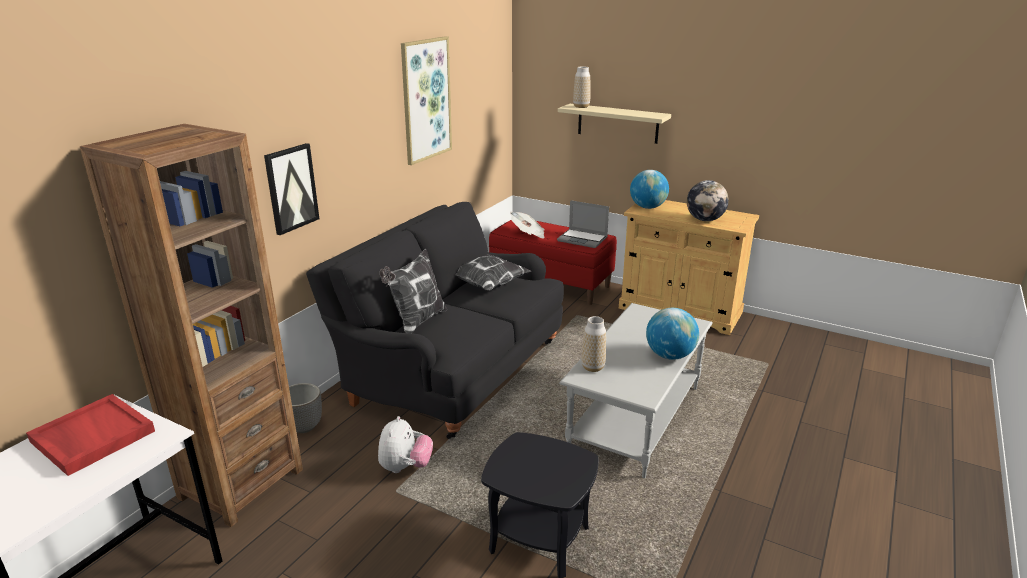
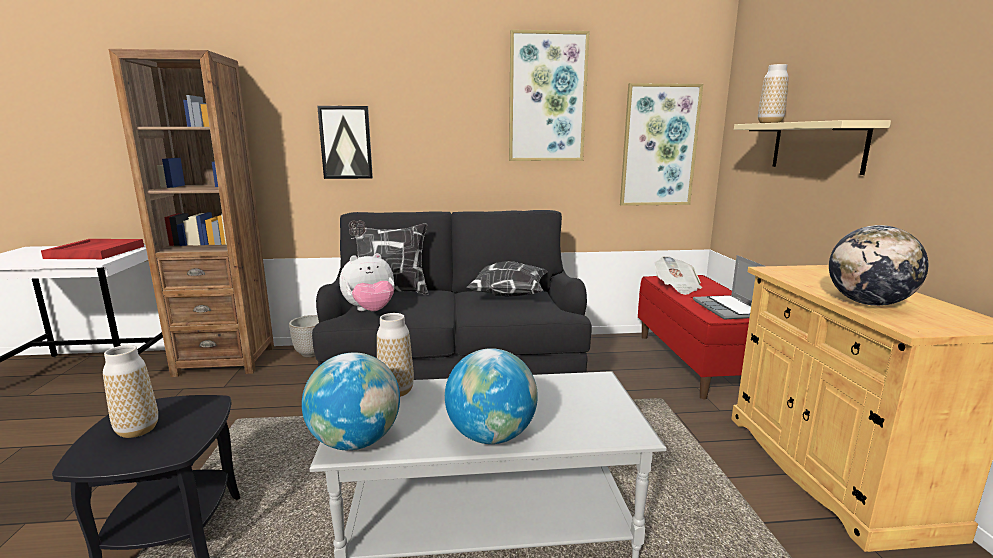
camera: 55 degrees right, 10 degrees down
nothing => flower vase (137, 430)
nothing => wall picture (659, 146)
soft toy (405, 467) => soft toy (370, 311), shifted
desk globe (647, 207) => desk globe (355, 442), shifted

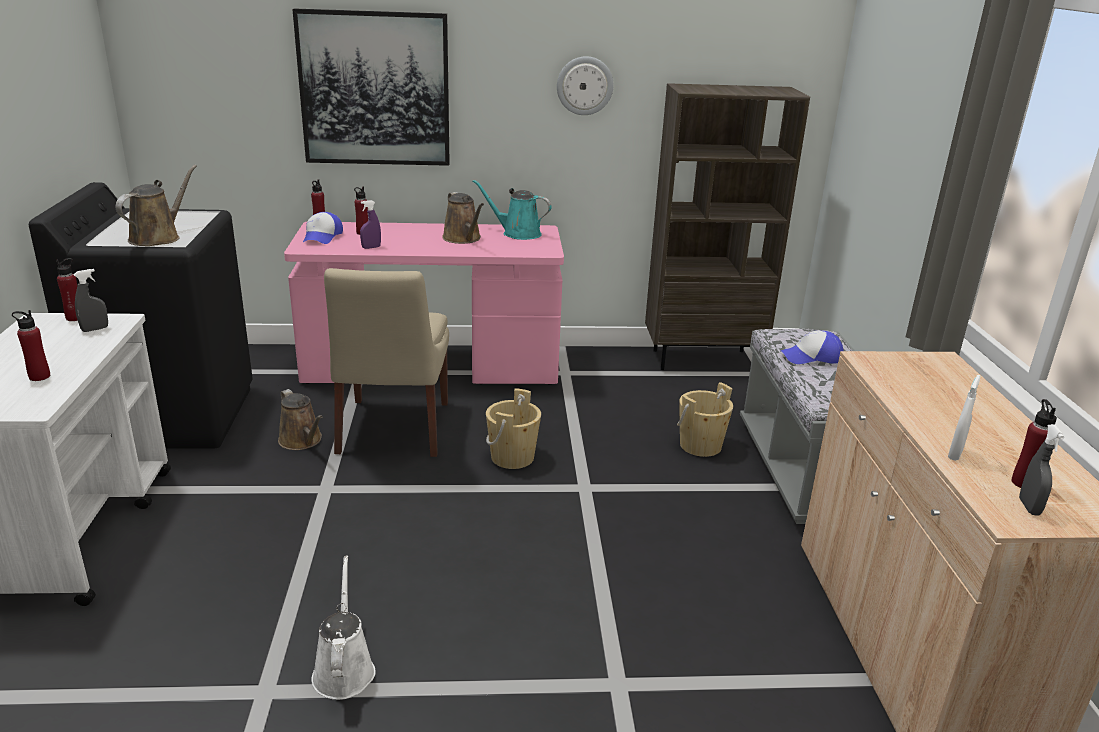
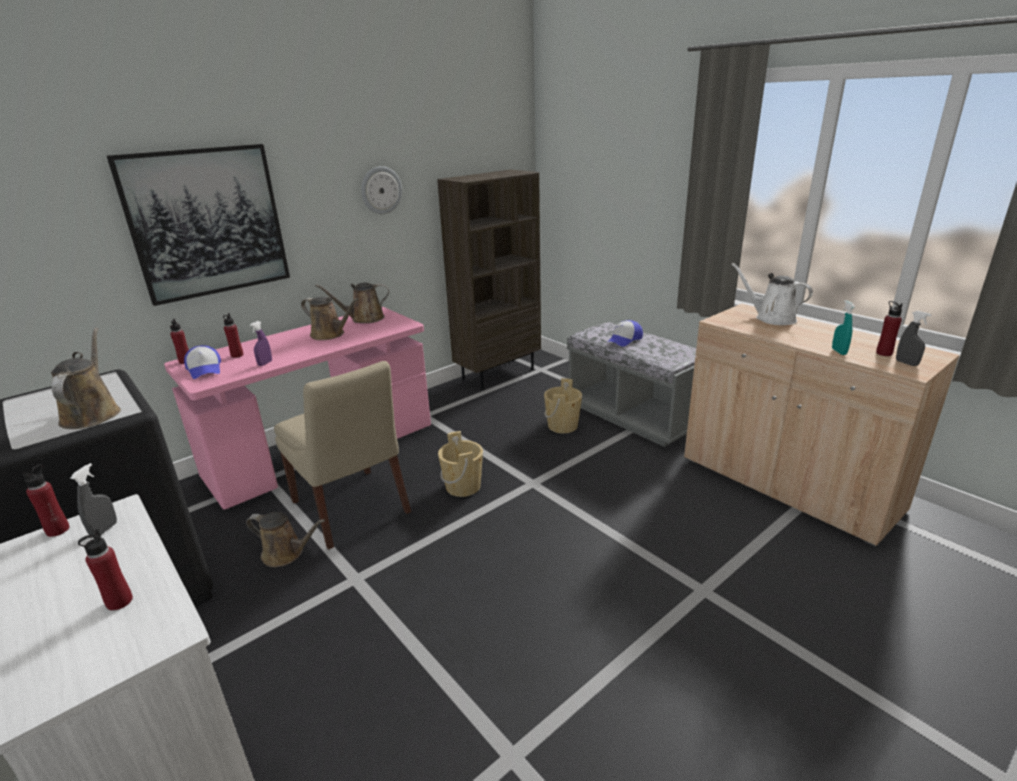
camera: 35 degrees left, 0 degrees up
watering pot in white (344, 669) => watering pot in white (771, 318), shifted
watering pot in turquoise (518, 233) => watering pot in brownish (364, 319)
spray bottle in white (955, 454) => spray bottle in turquoise (839, 351)

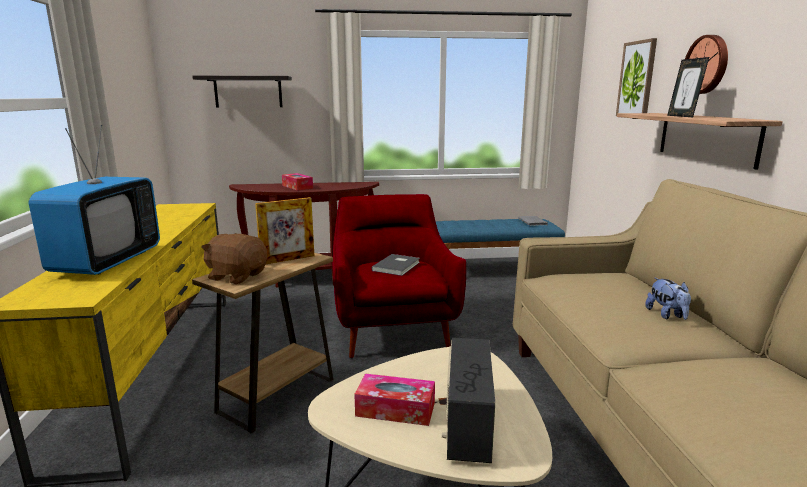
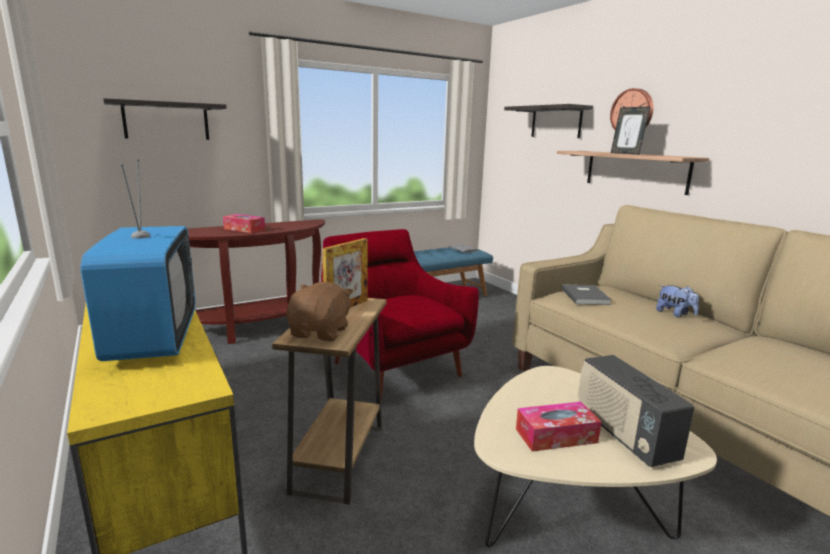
camera: 25 degrees left, 0 degrees up
bound book in grey (398, 266) => bound book in grey (586, 296), shifted
wall picture (637, 79) => bracket shelf (556, 122)
soft toy in brownish (237, 276) => soft toy in brownish (321, 332), 105 degrees clockwise

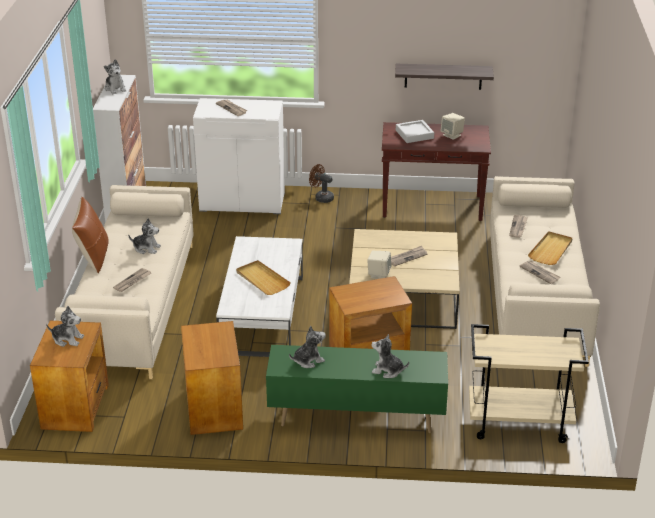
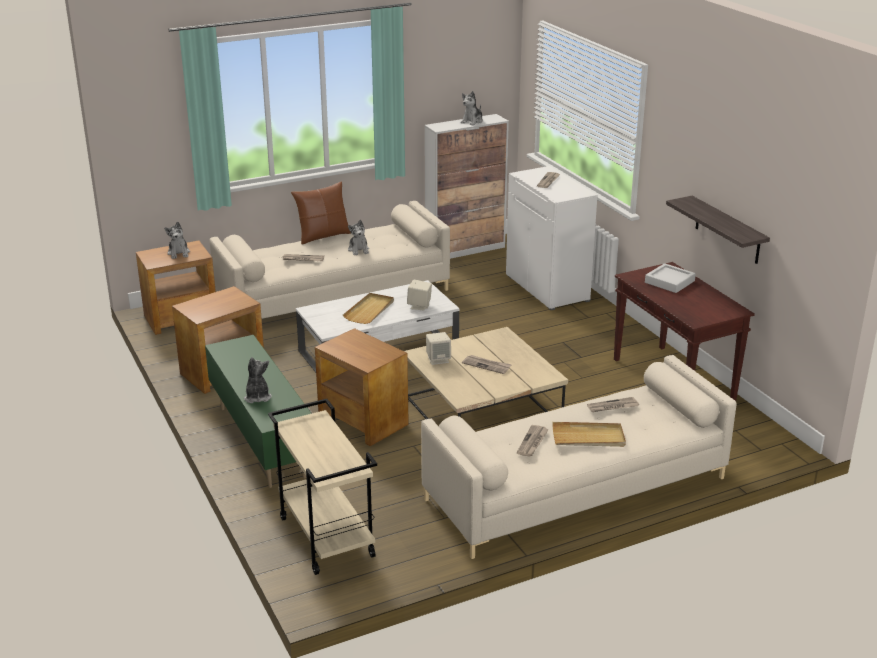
camera: 60 degrees right, 5 degrees down
soft toy (308, 360) => nothing
cooling fan in brownish (321, 197) => nothing
speaker in beige (452, 135) => speaker in beige (419, 306), shifted

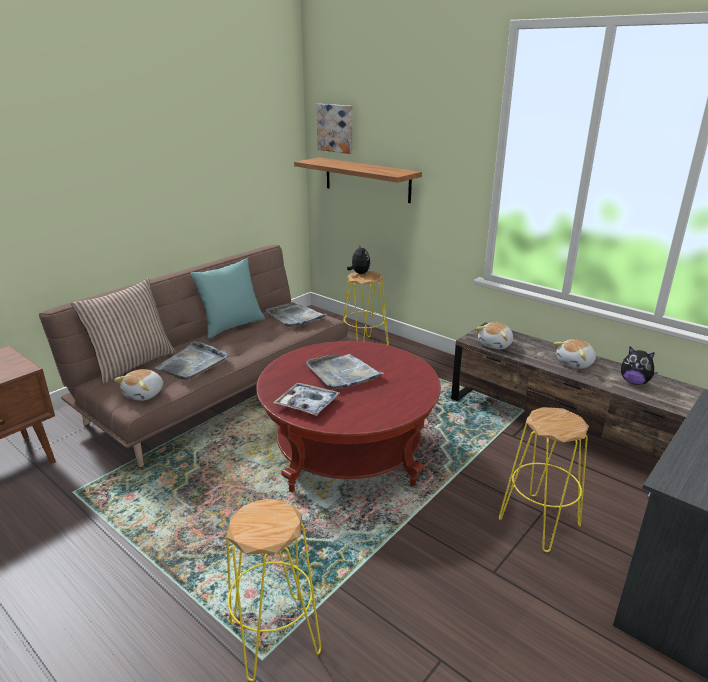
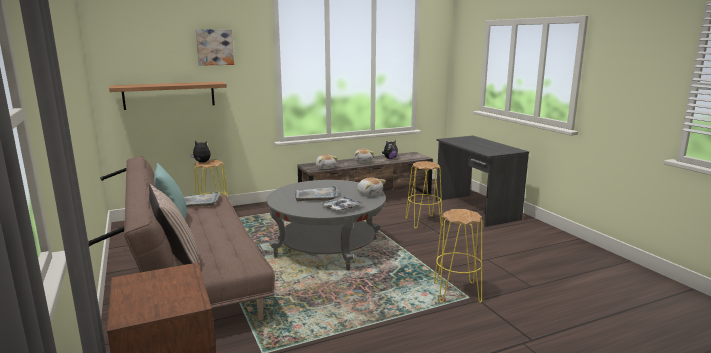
camera: 65 degrees left, 10 degrees down
serving tray in grey (192, 363) => nothing
soft toy (145, 394) => soft toy (369, 193), shifted
wall picture (336, 128) => wall picture (214, 47), shifted
coffee table in red-coloured (349, 451) => coffee table in grey (327, 247)

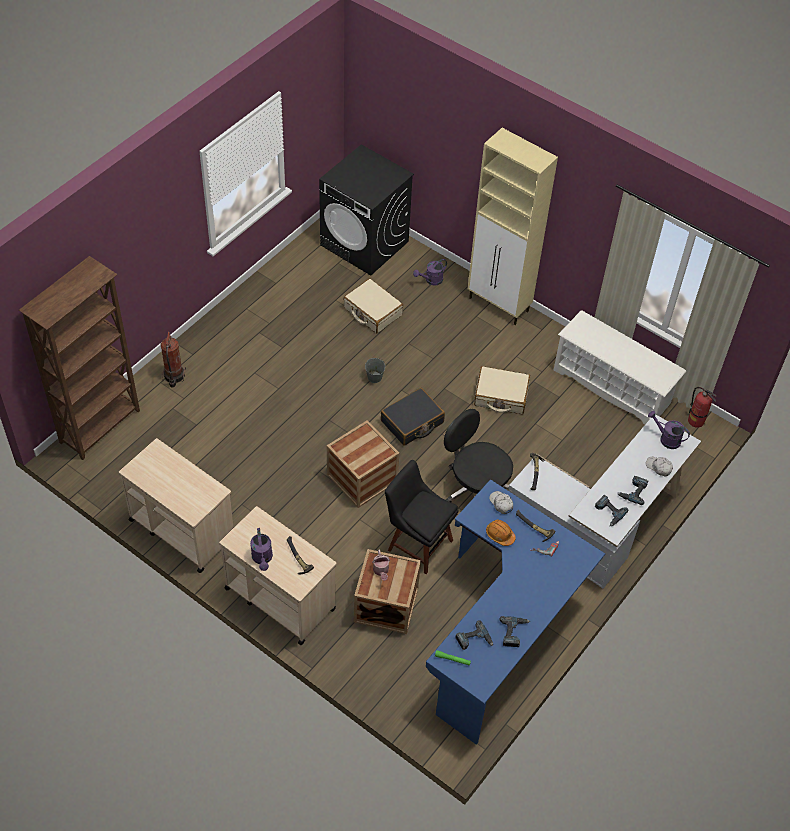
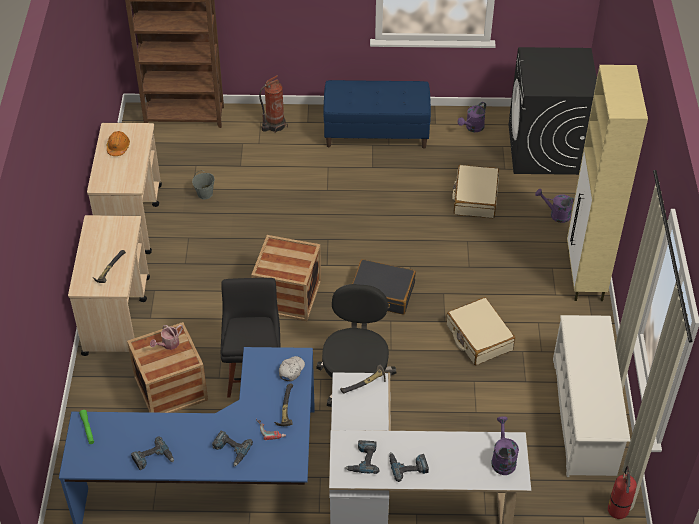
camera: 55 degrees right, 5 degrees down
cap in white (659, 467) => nothing
nothing => long seat in blue (376, 133)
watering pot in purplish (262, 559) => watering pot in purplish (472, 128), shifted
bucket in grey (374, 377) => bucket in grey (205, 193), shifted
drill (474, 640) => drill (230, 450), shifted
work helmet in orangey (500, 535) => work helmet in orangey (118, 147), shifted

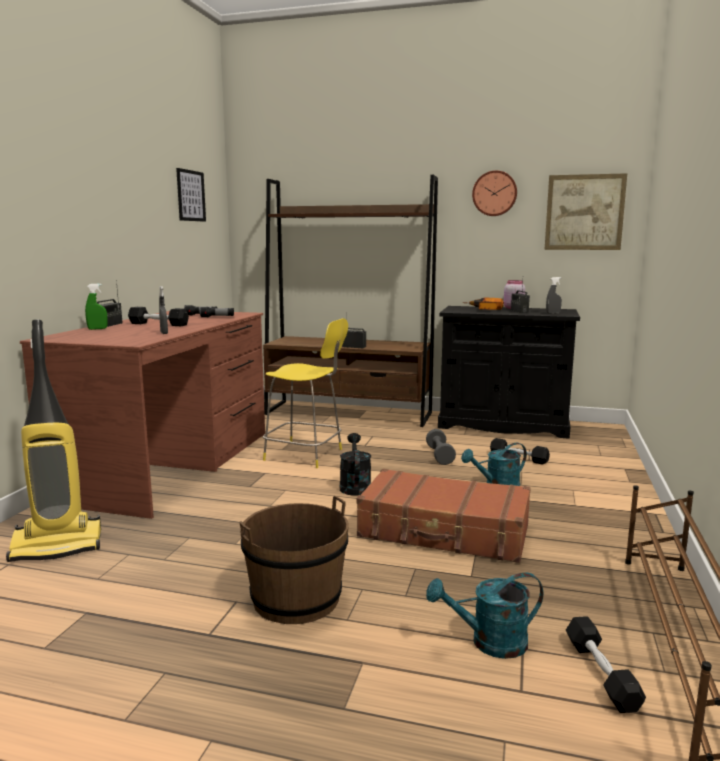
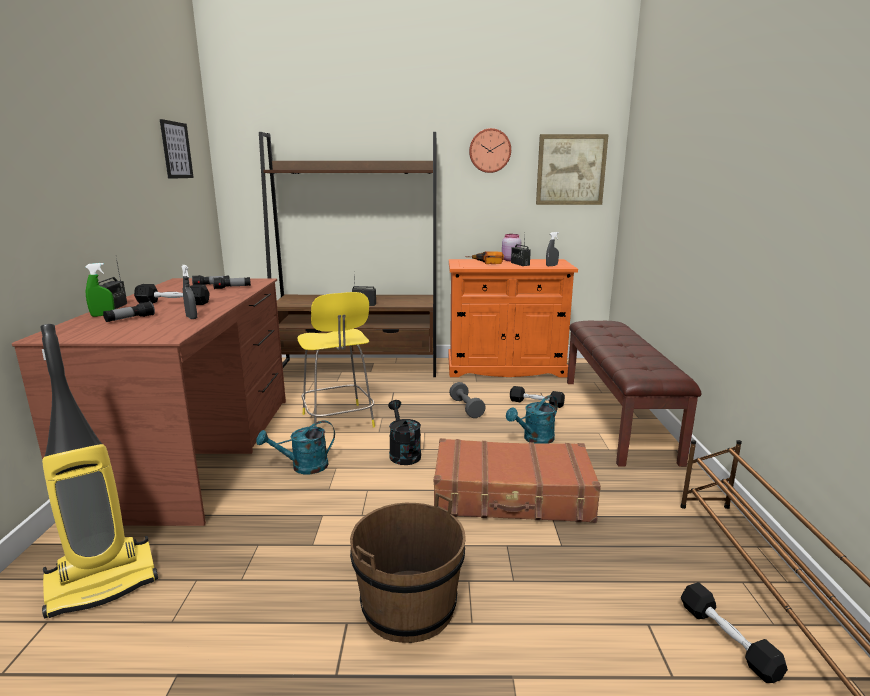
camera: 15 degrees left, 5 degrees up
nothing => torch (130, 319)
nothing => long seat in brownish (618, 417)
watering pot in turquoise (489, 643) => watering pot in turquoise (303, 467), shifted
cupboard in blackish (503, 425) => cupboard in orangey (505, 367)
chair in yellow (306, 455) => chair in yellow (338, 421), 60 degrees clockwise

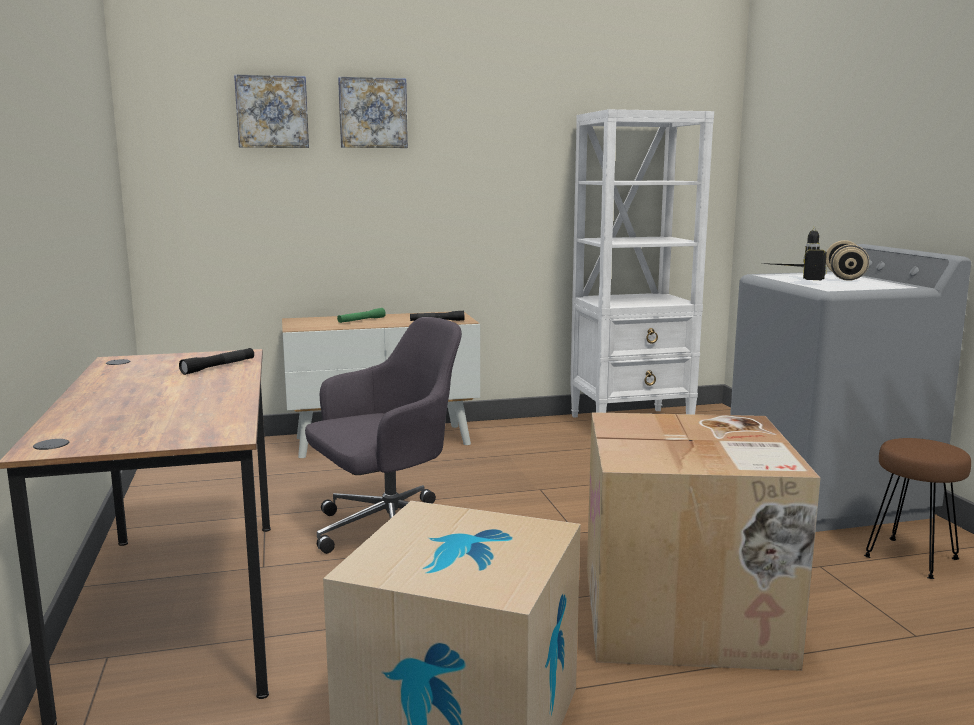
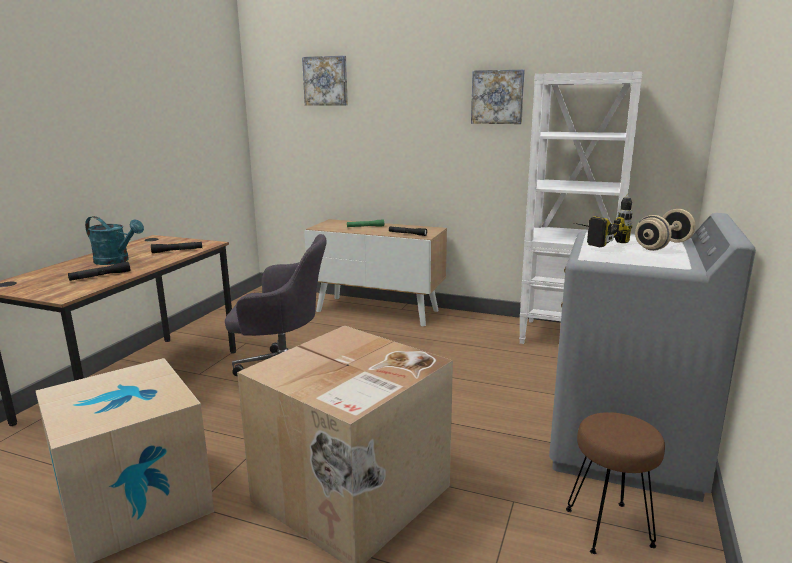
camera: 35 degrees right, 5 degrees up
nothing => torch in blackish (100, 276)
nothing => watering pot in turquoise (116, 261)
wall picture (372, 113) => wall picture (497, 97), shifted

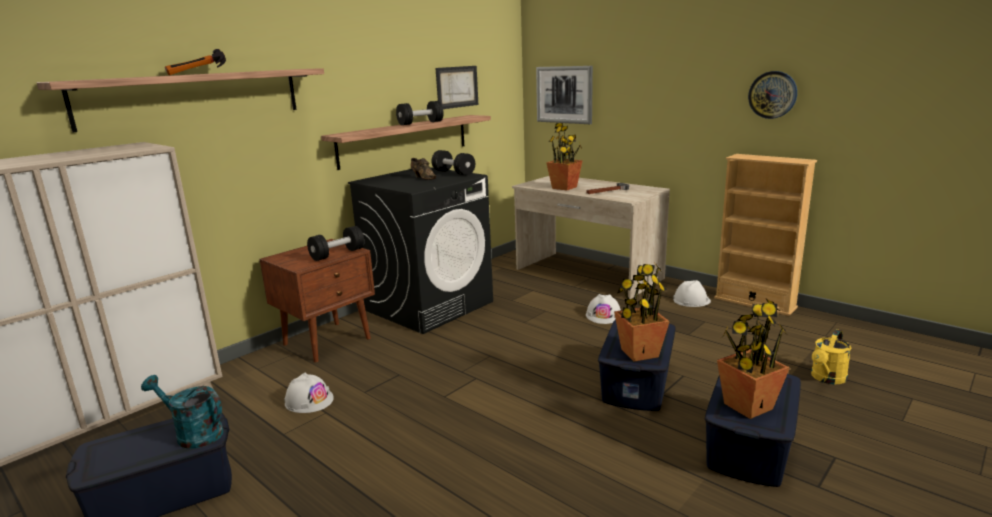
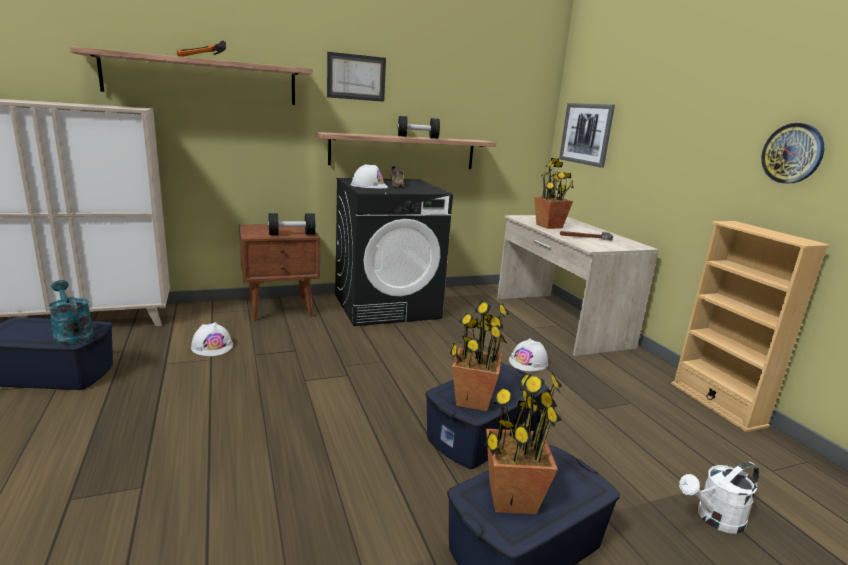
camera: 25 degrees right, 0 degrees up
free weight in blackish (453, 172) => nothing
wall picture (457, 87) => wall picture (356, 77), shifted
work helmet in white (691, 300) => work helmet in white (369, 186), shifted
watering pot in yellow (826, 379) => watering pot in white (714, 519)

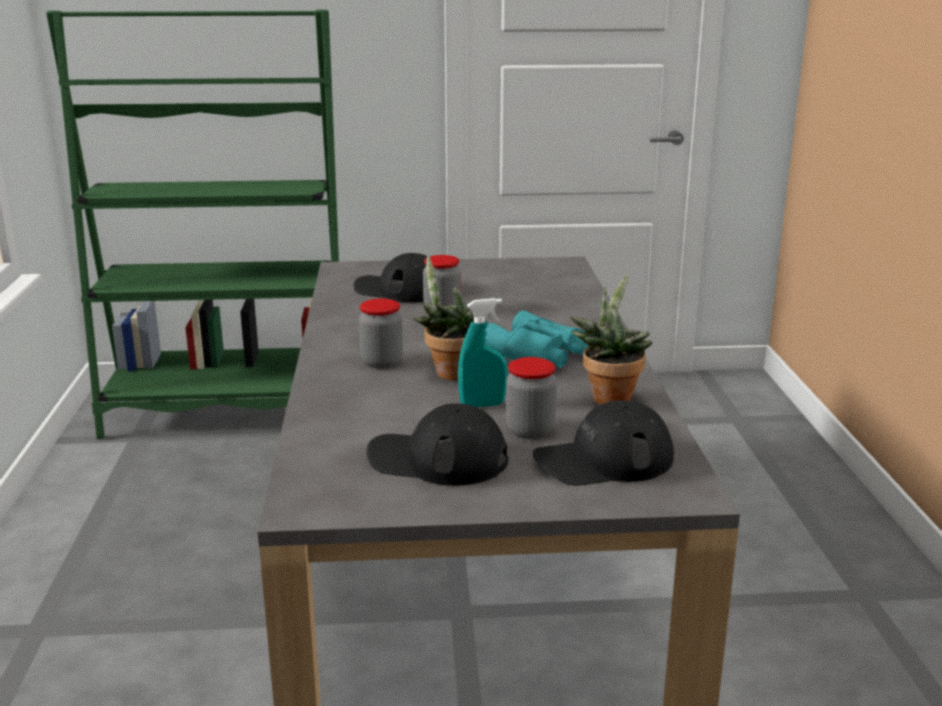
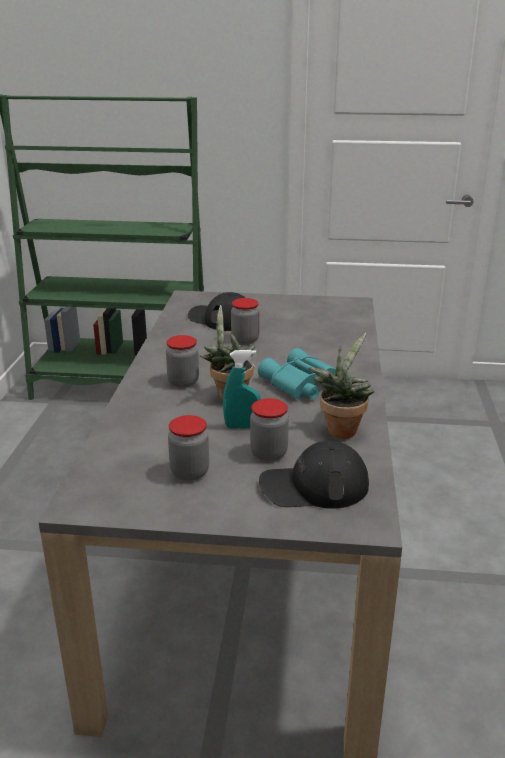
camera: 10 degrees right, 5 degrees up
cap in blackish (437, 459) => preserve jar (189, 472)

